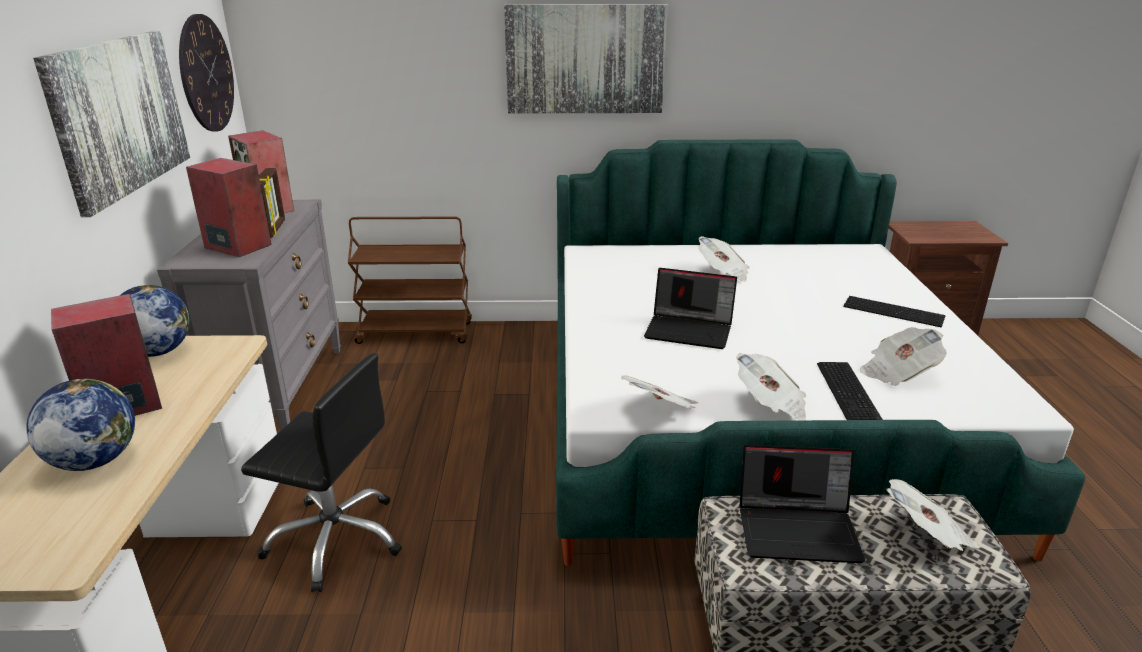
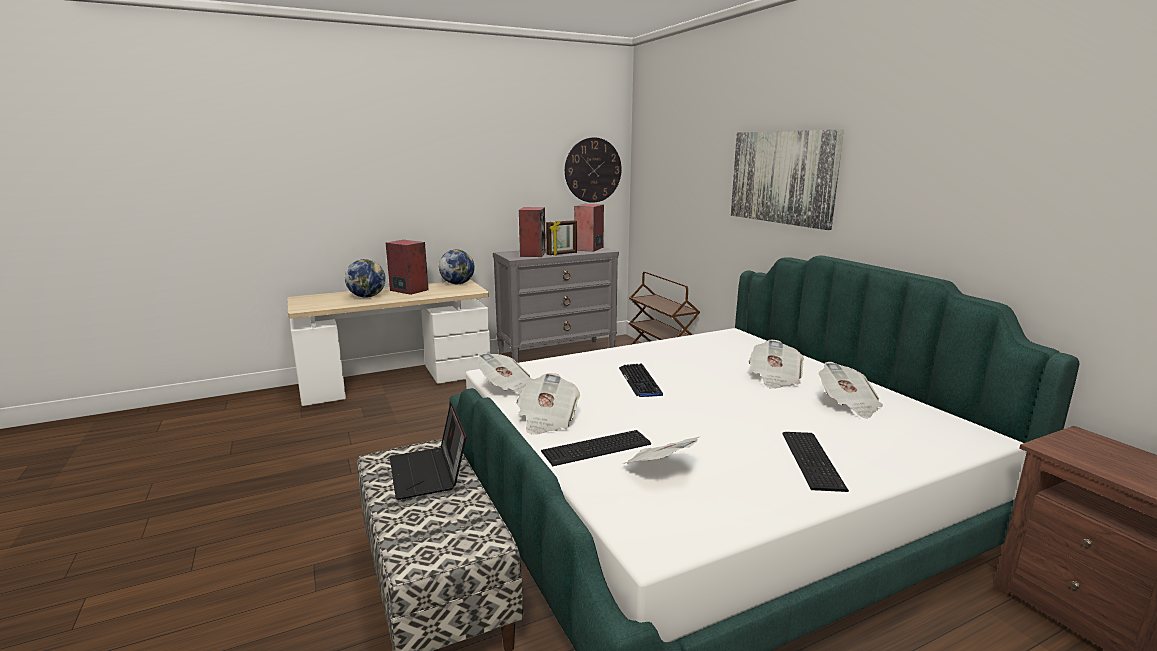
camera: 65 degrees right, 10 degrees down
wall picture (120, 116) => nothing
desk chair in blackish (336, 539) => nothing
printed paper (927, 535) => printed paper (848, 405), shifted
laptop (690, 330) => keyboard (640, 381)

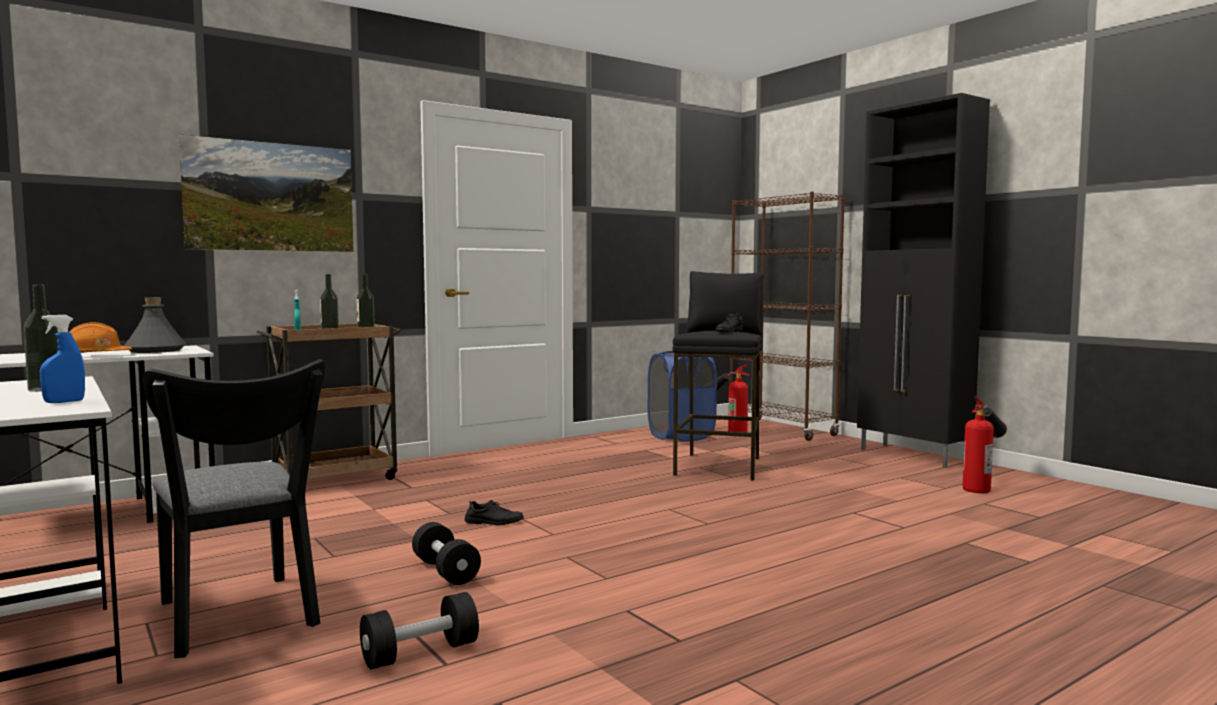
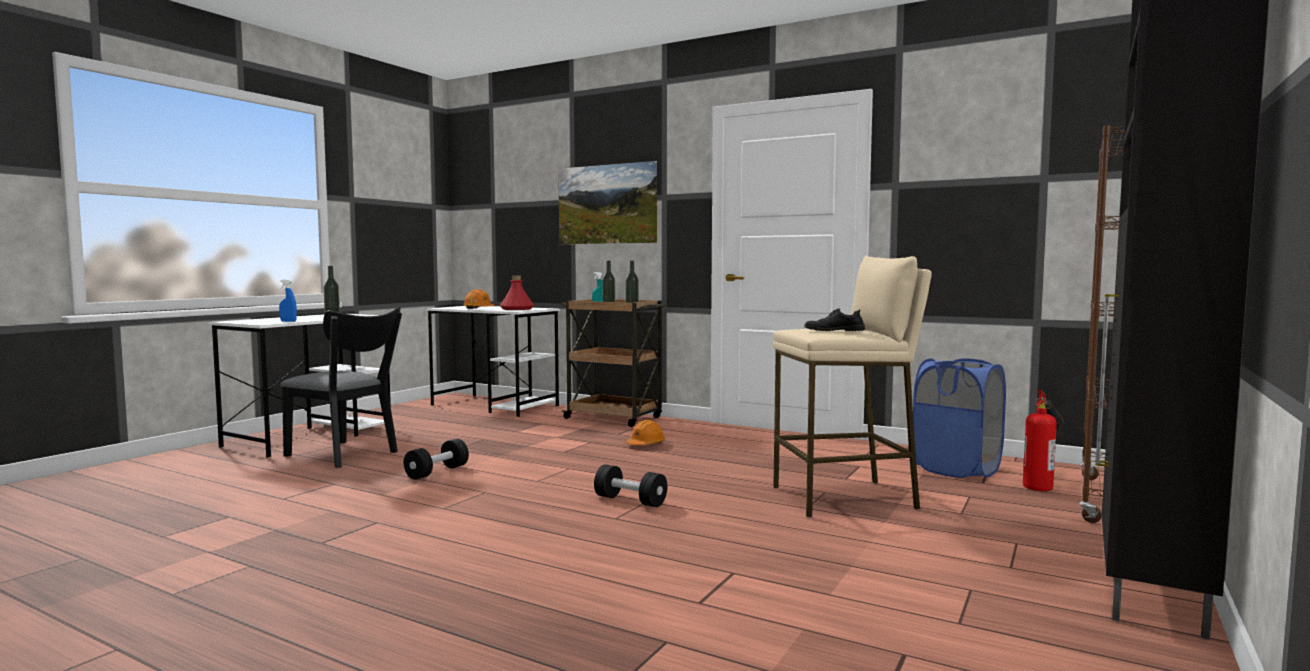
camera: 65 degrees right, 0 degrees up
low shoe in blackish (494, 522) => nothing
fire-fighting cylinder (983, 485) => nothing
nothing => work helmet in orangey (646, 444)
free weight in blackish (420, 653) => free weight in blackish (630, 501), shifted
drink bottle in grey (155, 350) => drink bottle in red-coloured (517, 309)
stool seat in blackish (719, 466) => stool seat in beige (844, 498)
chair in blackish (239, 618) => chair in blackish (346, 455), 90 degrees counterclockwise

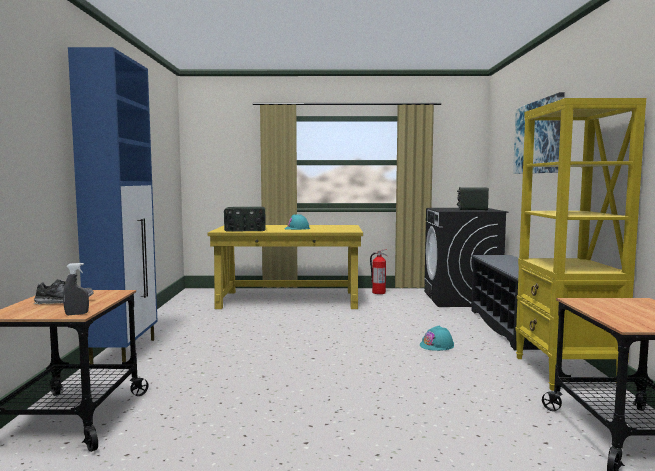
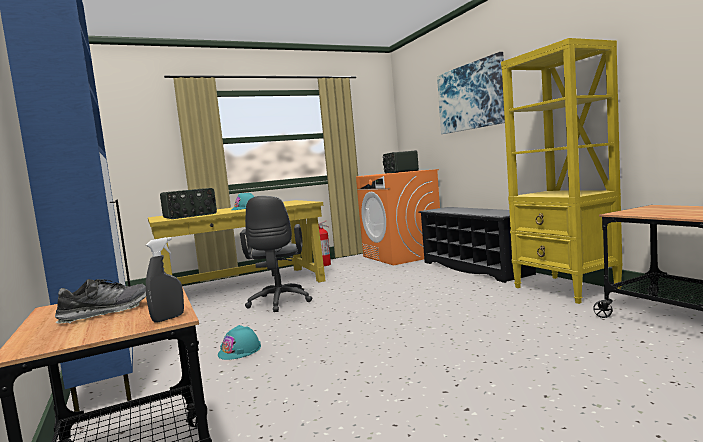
camera: 25 degrees left, 0 degrees up
nothing => desk chair in grey (279, 303)
work helmet in turquoise (437, 345) => work helmet in turquoise (240, 350), shifted
laundry machine in blackish (461, 299) => laundry machine in orangey (402, 256)

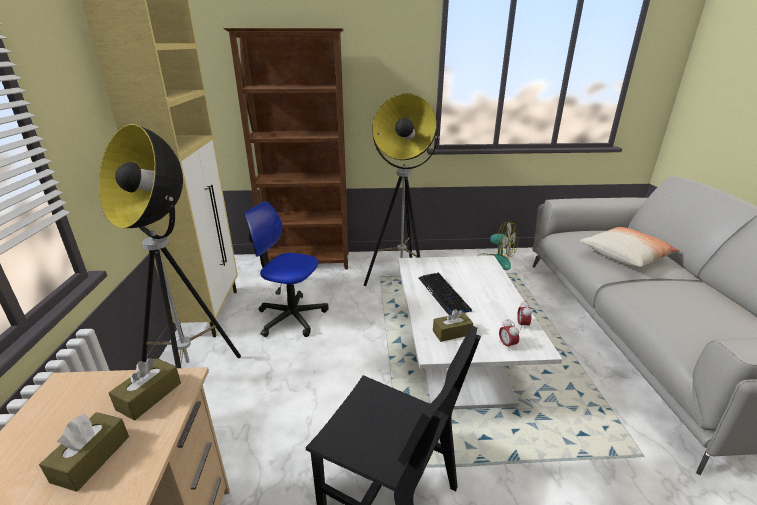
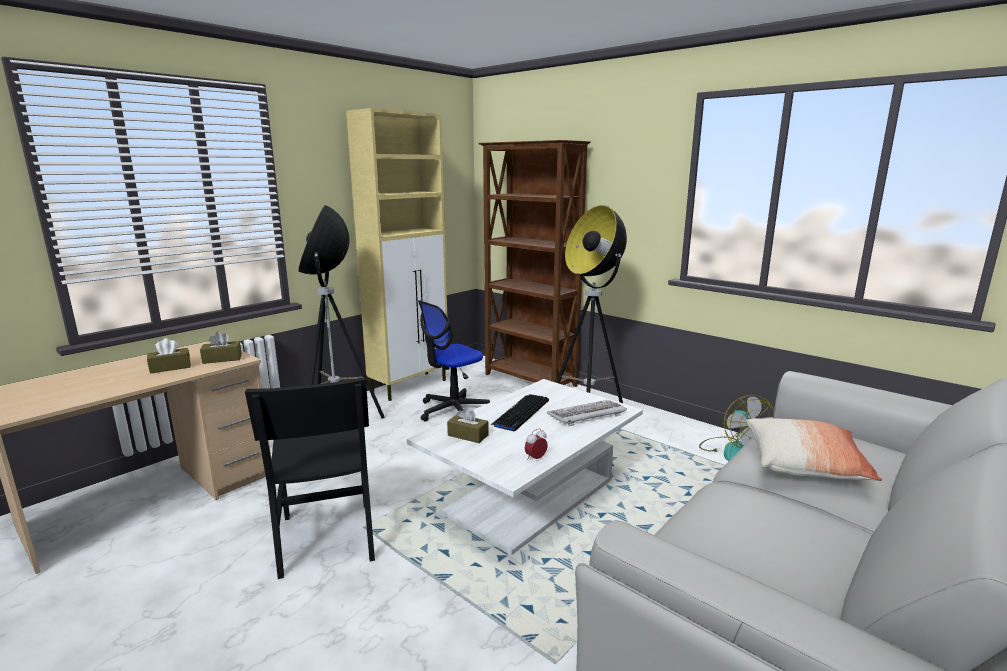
camera: 45 degrees right, 10 degrees down
table clock (507, 345) => nothing
nothing => keyboard (586, 415)
desk chair (291, 317) => desk chair (453, 410), 105 degrees counterclockwise

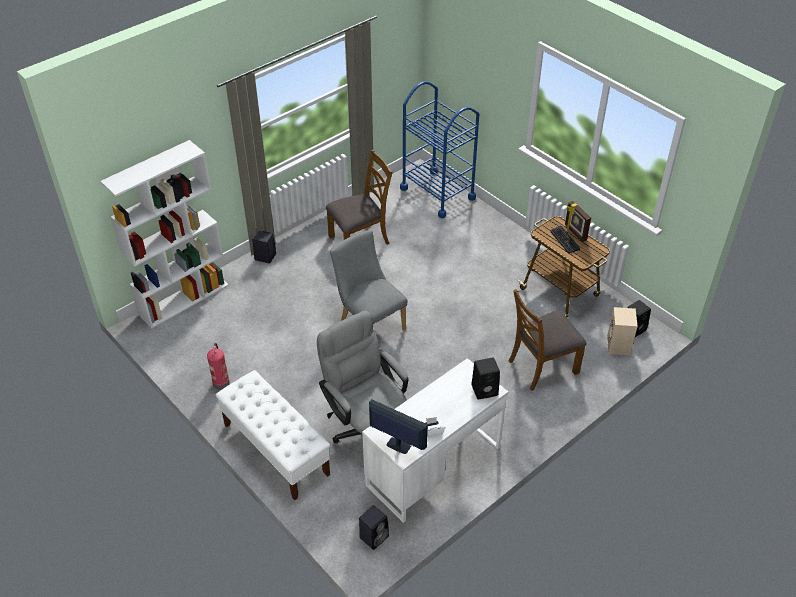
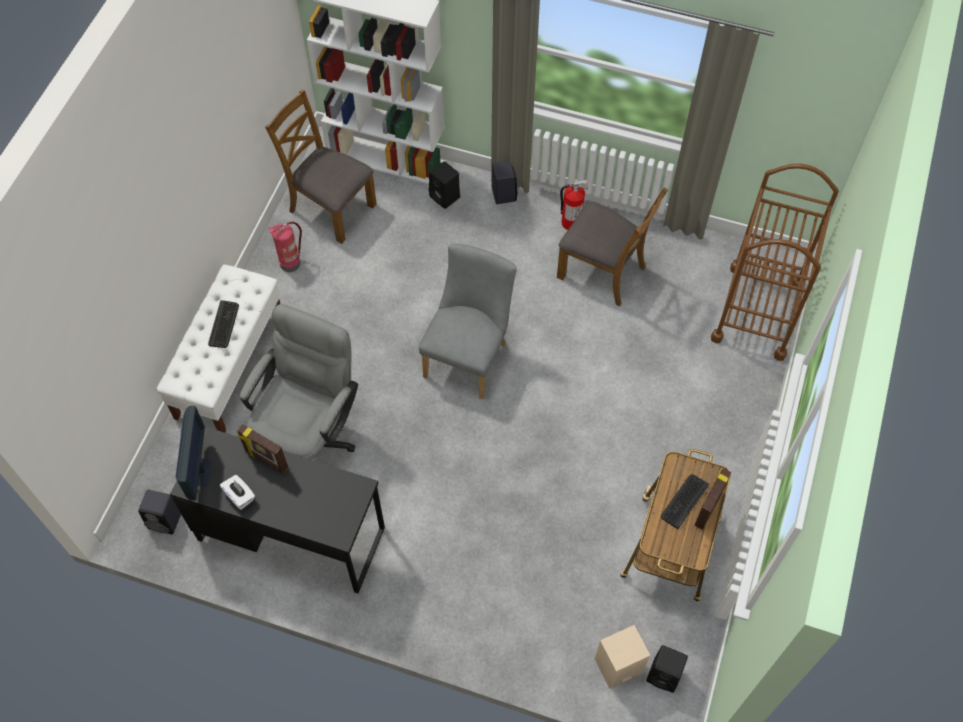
camera: 60 degrees right, 15 degrees up
nothing => keyboard (224, 324)
nothing => standing frame (266, 460)
nothing => fire-fighting cylinder (570, 222)
speaker in blackish (485, 390) => speaker in blackish (445, 197), shifted
chair in brownish (542, 366) => chair in brownish (331, 208), shifted
desk in white (433, 466) => desk in blackish (291, 533)
wheeled cart in blue (437, 193) => wheeled cart in brownish (757, 311)

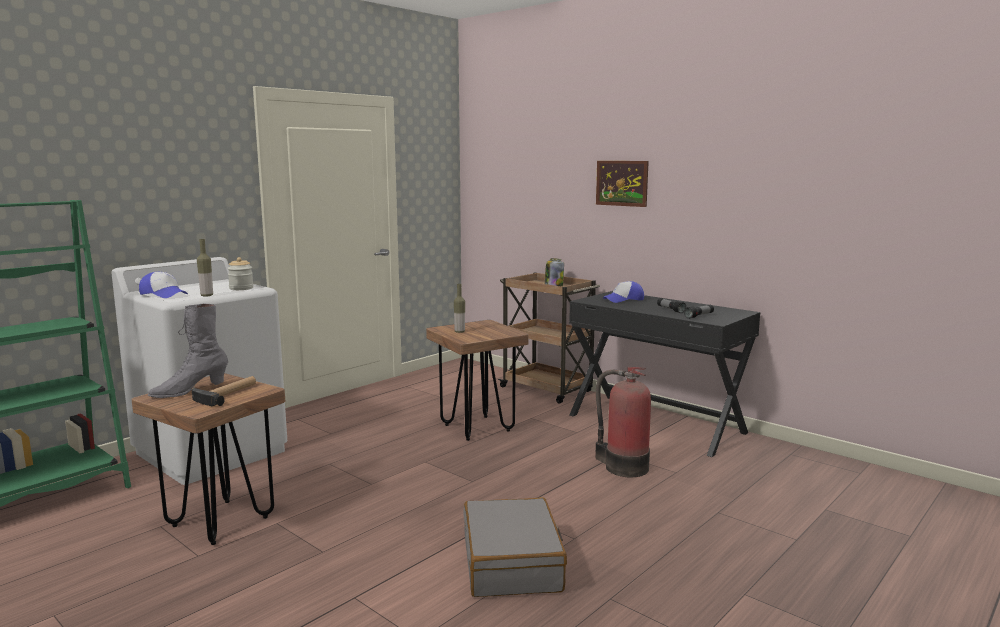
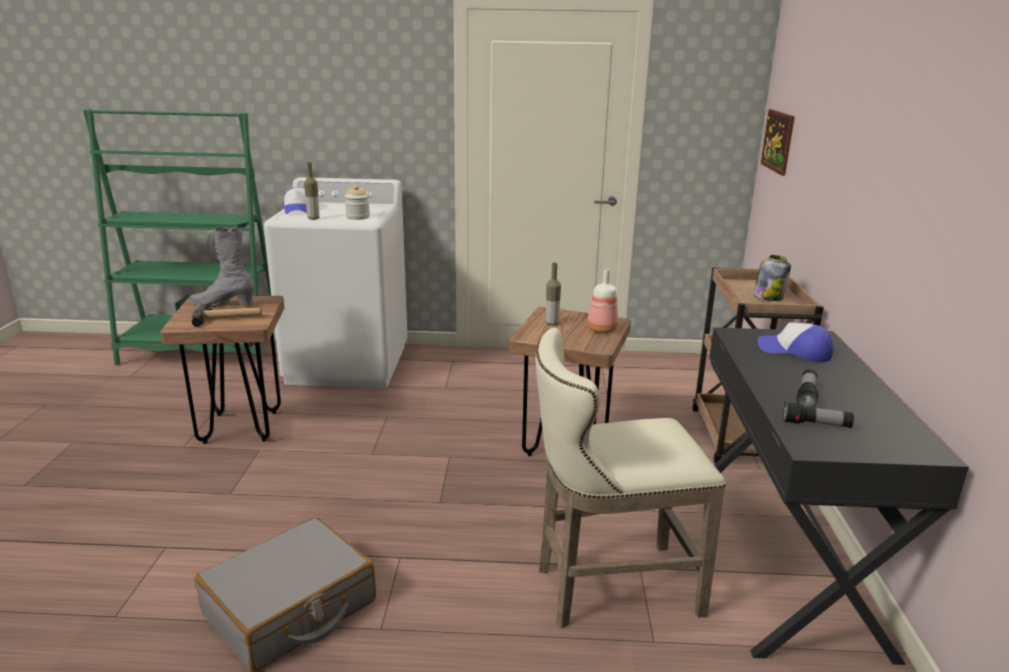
camera: 50 degrees right, 10 degrees up
nothing => drink bottle (601, 330)
wall picture (622, 183) => wall picture (778, 141), shifted
fire-fighting cylinder (623, 467) => stool seat in beige (607, 588)

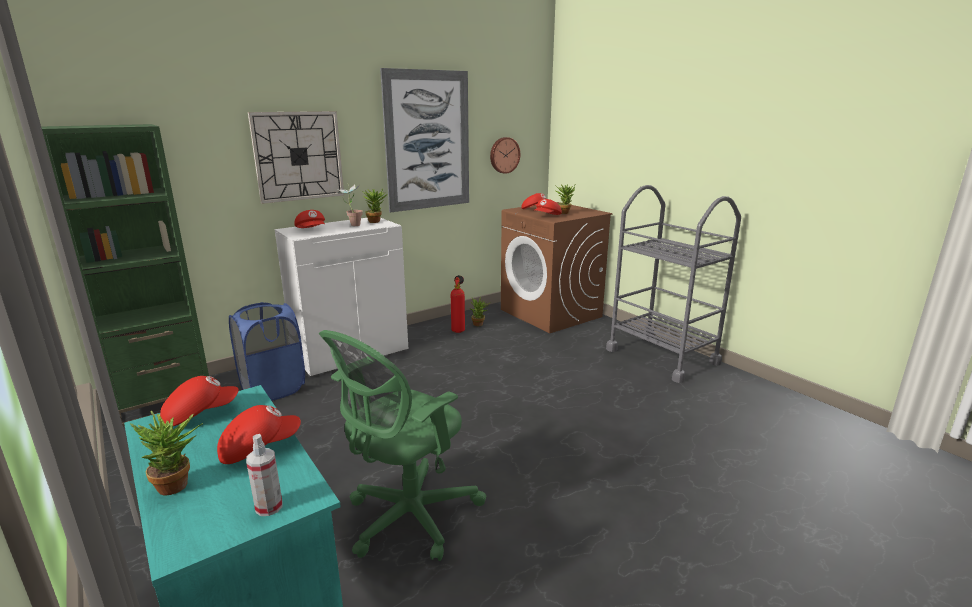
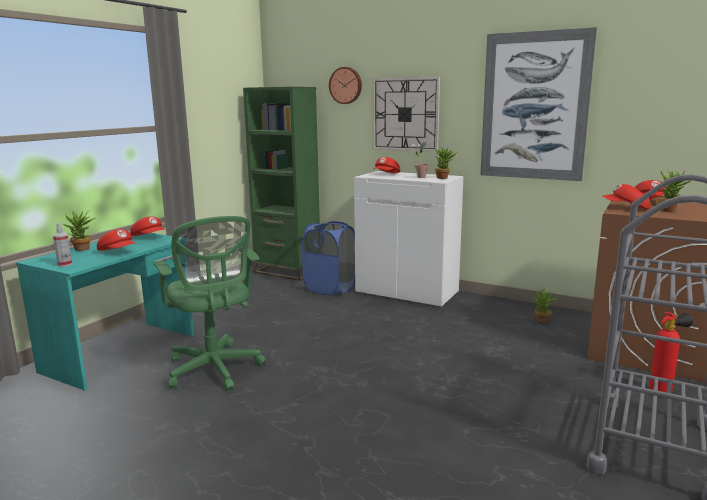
camera: 65 degrees right, 5 degrees down
fire-fighting cylinder (458, 330) => fire-fighting cylinder (663, 392), shifted
wall clock (504, 155) => wall clock (346, 85), shifted
desk chair in green (407, 519) => desk chair in green (215, 370), 135 degrees counterclockwise

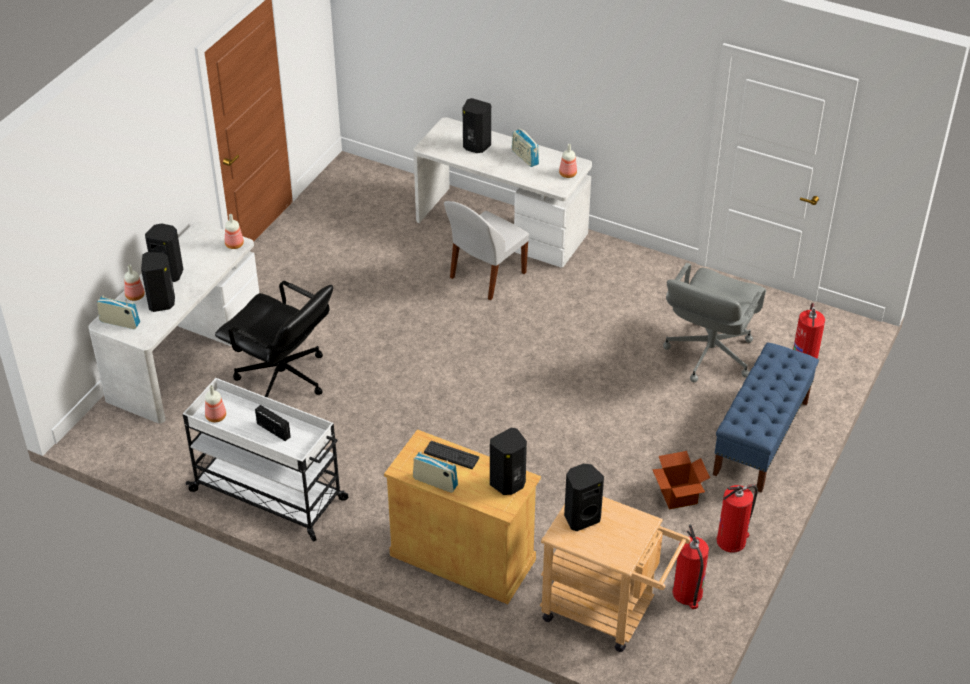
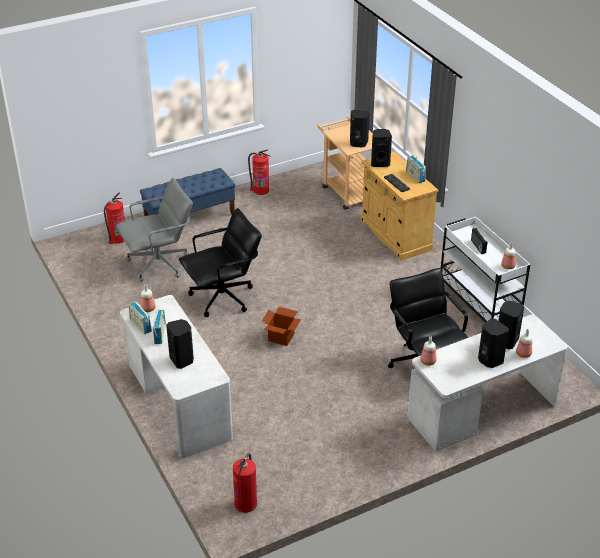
camera: 145 degrees left, 5 degrees down
chair in white (486, 276) => nothing
nothing => desk chair in blackish (223, 298)
radio set (120, 322) => radio set (140, 326), shifted
cardboard box (678, 496) => cardboard box (281, 337), shifted
fire-fighting cylinder (687, 594) => fire-fighting cylinder (246, 503), shifted

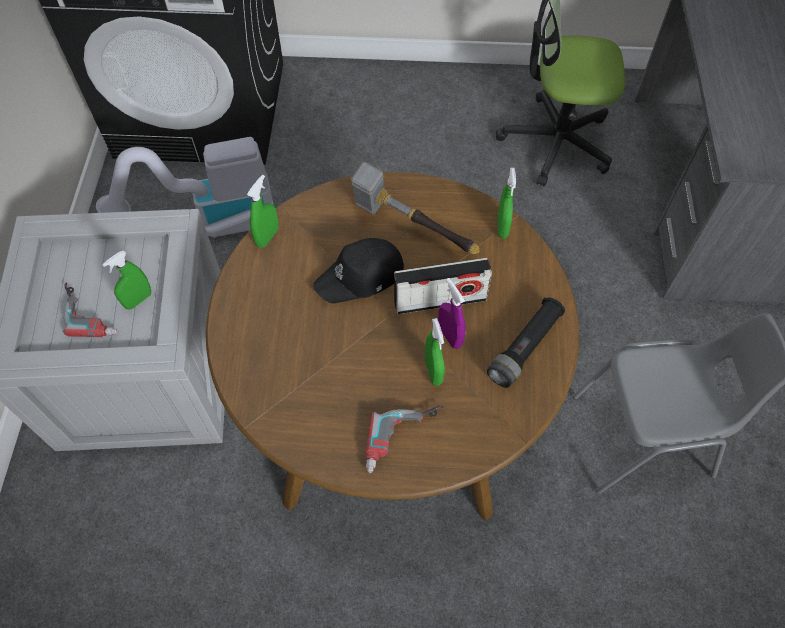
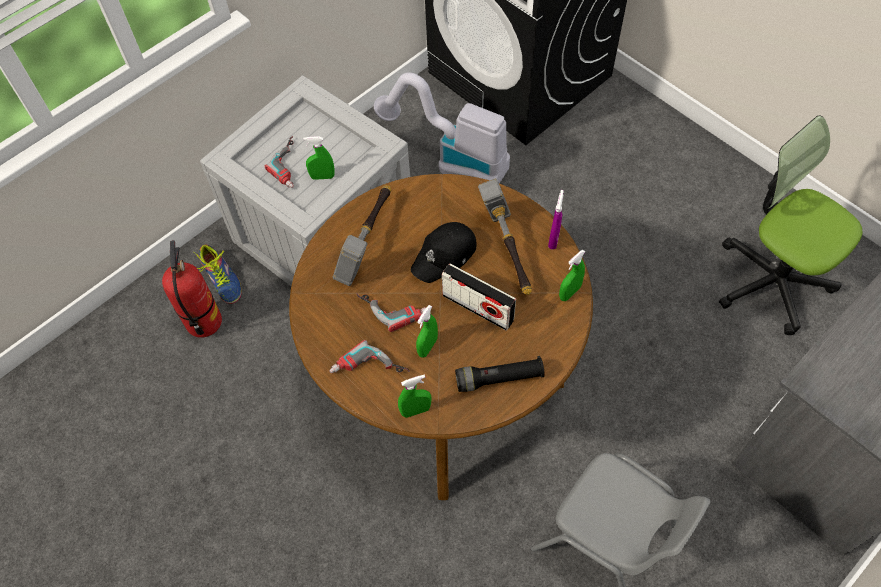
camera: 45 degrees right, 0 degrees up
nothing => fire-fighting cylinder (203, 322)
nothing => low shoe (222, 279)
nothing => hand hammer (367, 244)
nothing => drill (394, 306)
spray bottle in green (267, 237) => spray bottle in green (415, 410), shifted
spray bottle in purplish (449, 336) => spray bottle in purplish (553, 239), shifted
cap in blackish (361, 277) => cap in blackish (445, 256), 60 degrees counterclockwise

